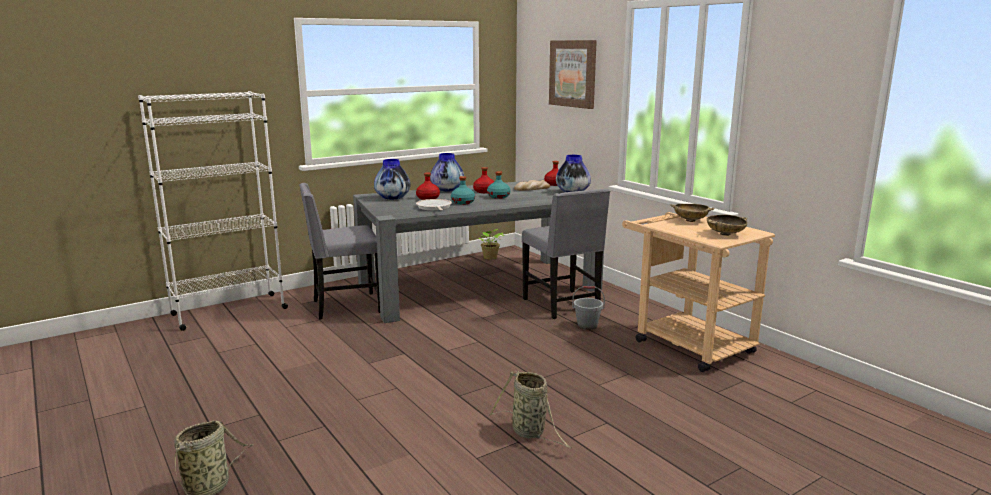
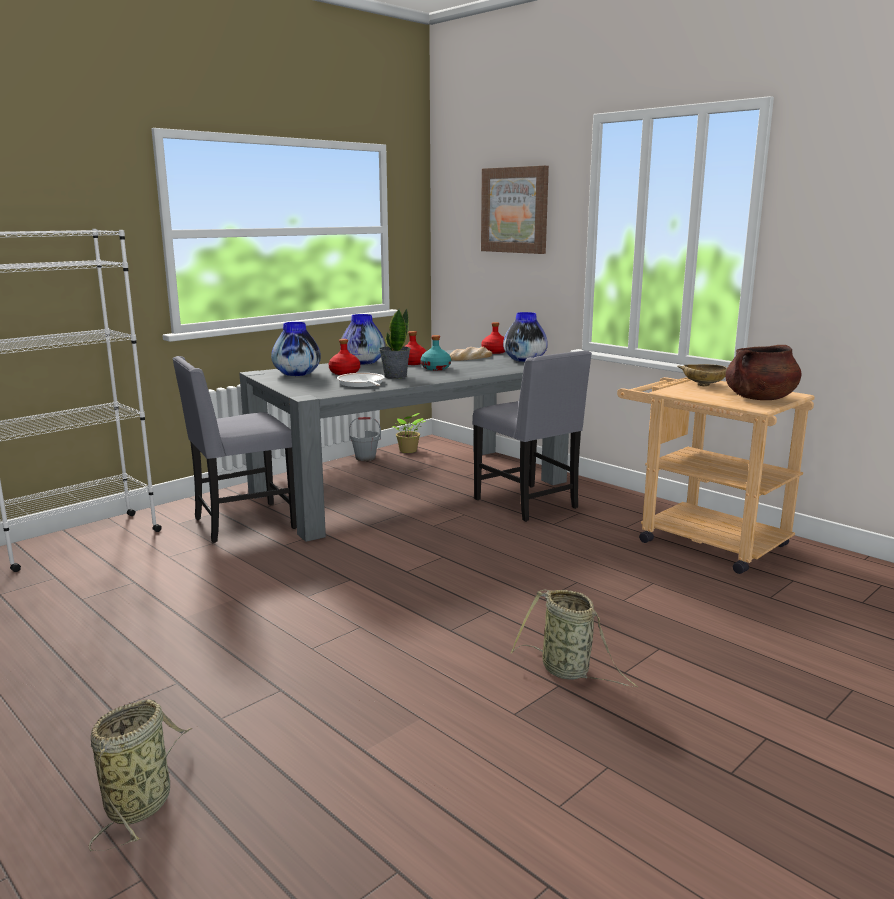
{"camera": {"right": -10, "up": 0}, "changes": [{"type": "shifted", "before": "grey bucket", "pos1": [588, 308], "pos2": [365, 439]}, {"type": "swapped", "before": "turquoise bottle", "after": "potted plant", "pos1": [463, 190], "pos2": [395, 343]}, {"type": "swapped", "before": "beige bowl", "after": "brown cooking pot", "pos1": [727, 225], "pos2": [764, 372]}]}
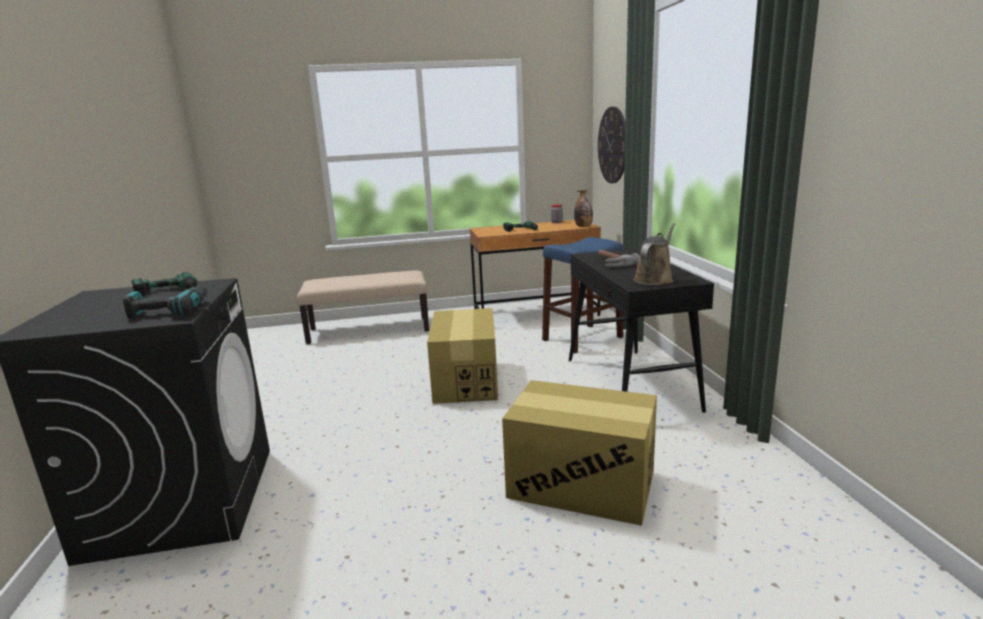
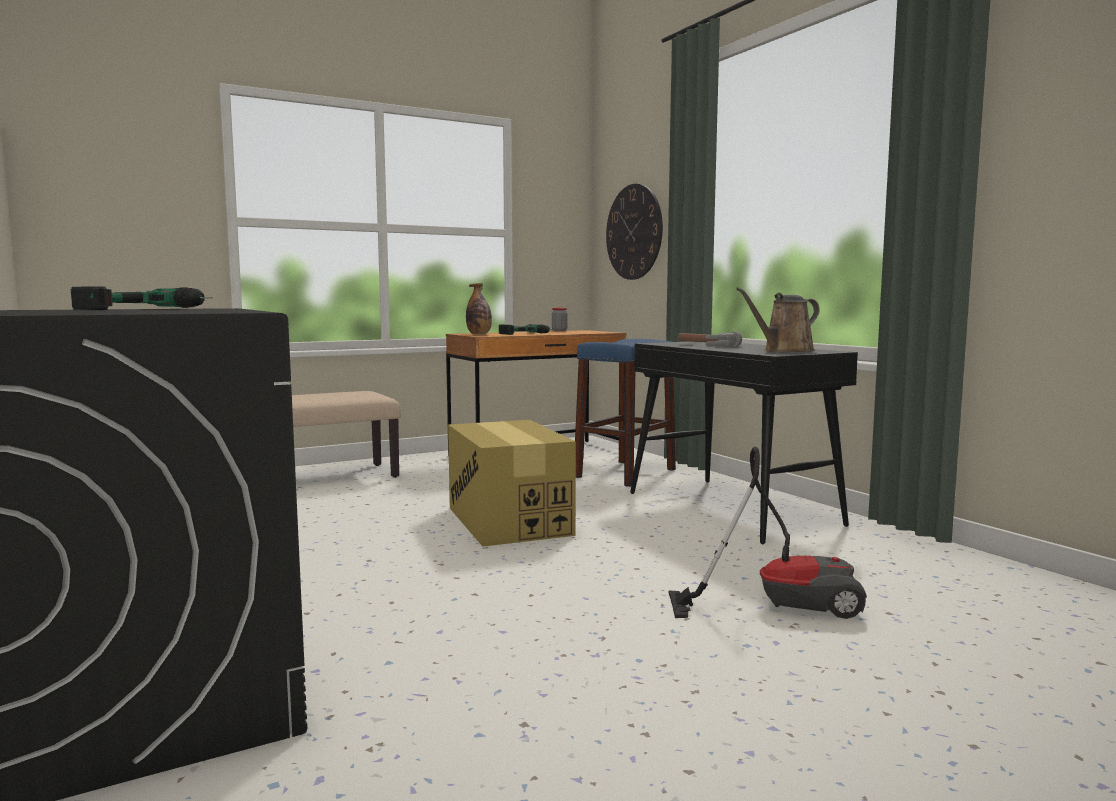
{"camera": {"right": -20, "up": -10}, "changes": [{"type": "gone", "before": "power drill", "pos1": [165, 302]}, {"type": "shifted", "before": "bottle", "pos1": [583, 208], "pos2": [479, 309]}, {"type": "swapped", "before": "cardboard box", "after": "vacuum cleaner", "pos1": [579, 453], "pos2": [767, 533]}, {"type": "rotated", "before": "brown watering can", "pos1": [654, 254], "pos2": [778, 319], "turn": -135}]}
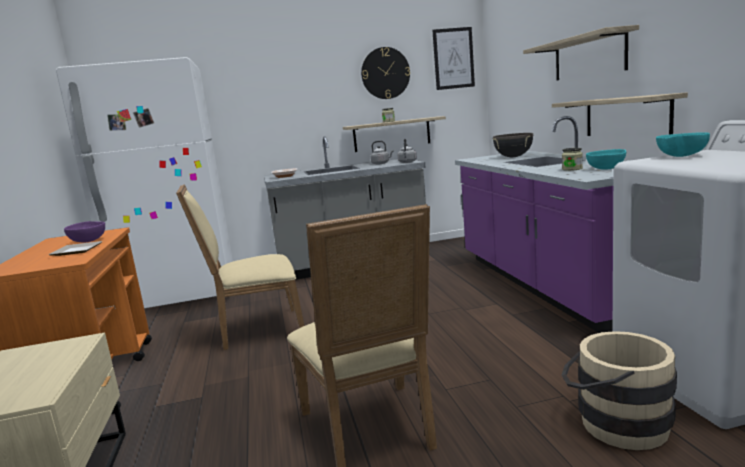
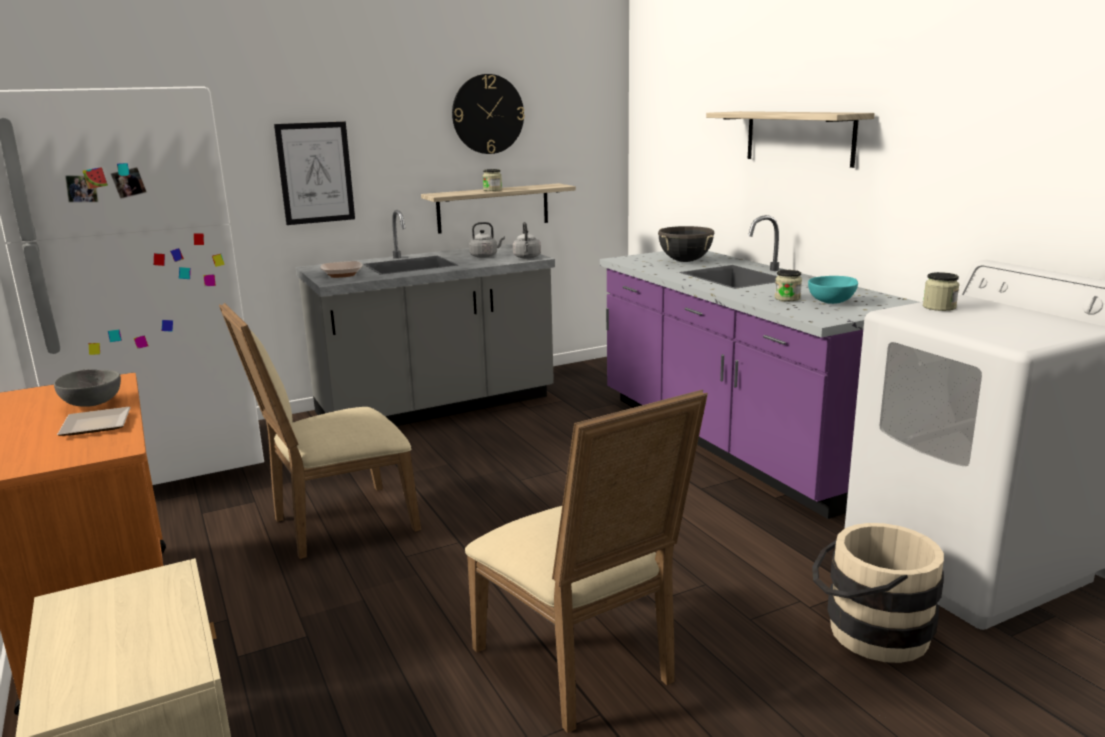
{"camera": {"right": -15, "up": 5}, "changes": [{"type": "gone", "before": "shelf", "pos1": [620, 114]}, {"type": "shifted", "before": "picture", "pos1": [453, 58], "pos2": [314, 173]}, {"type": "swapped", "before": "turquoise bowl", "after": "jar", "pos1": [683, 144], "pos2": [941, 291]}, {"type": "repainted", "before": "purple bowl", "after": "grey bowl", "pos1": [84, 231], "pos2": [87, 388]}]}
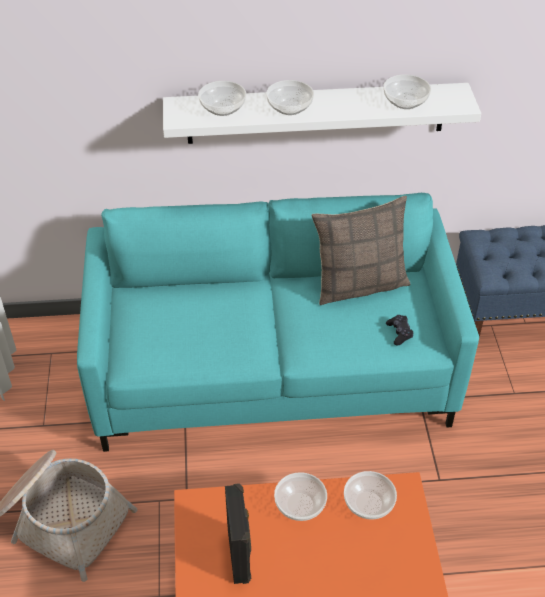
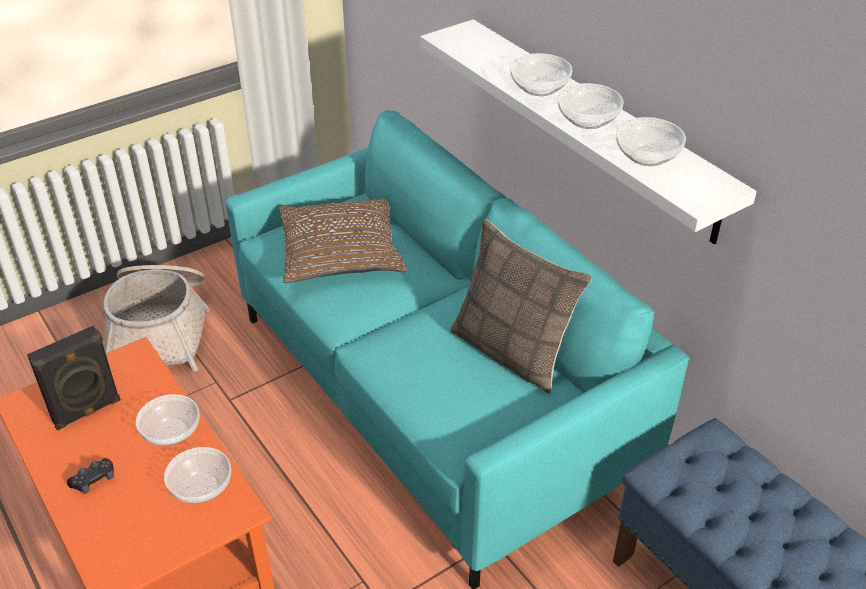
{"camera": {"right": 60, "up": -5}, "changes": [{"type": "new", "after": "brown pillow", "pos2": [343, 240]}, {"type": "shifted", "before": "bowl", "pos1": [222, 98], "pos2": [590, 106]}, {"type": "shifted", "before": "black game controller", "pos1": [400, 330], "pos2": [90, 476]}]}
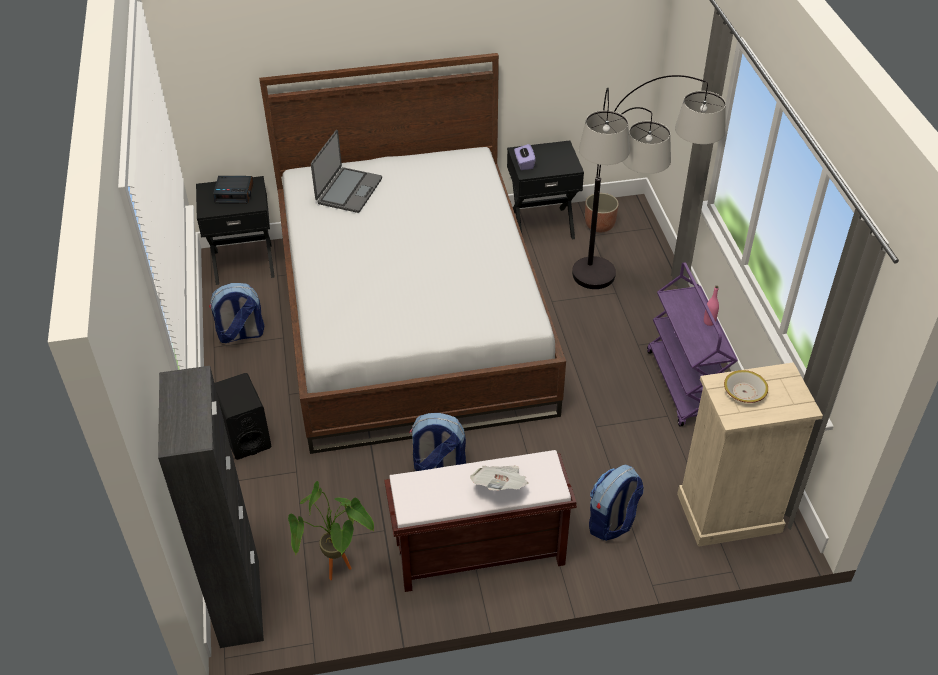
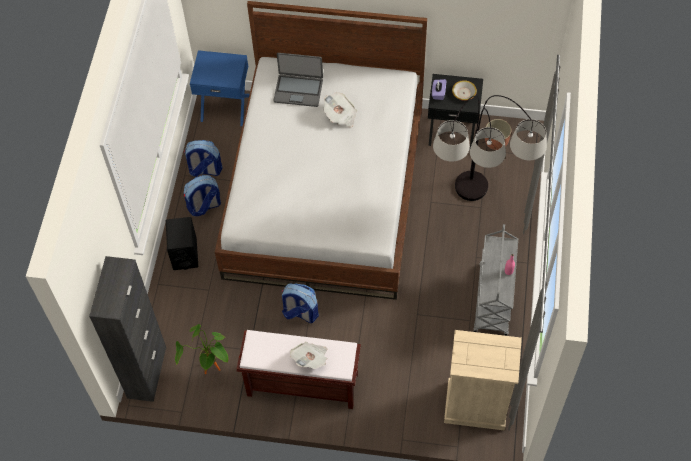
{"camera": {"right": 20, "up": 15}, "changes": [{"type": "gone", "before": "alarm clock", "pos1": [233, 190]}, {"type": "new", "after": "newspaper", "pos2": [340, 110]}, {"type": "shifted", "before": "backpack", "pos1": [616, 503], "pos2": [202, 195]}, {"type": "shifted", "before": "bowl", "pos1": [746, 386], "pos2": [464, 90]}, {"type": "repainted", "before": "black nightstand", "after": "blue nightstand", "pos1": [235, 230], "pos2": [220, 88]}, {"type": "repainted", "before": "purple cart", "after": "grey cart", "pos1": [692, 344], "pos2": [496, 280]}, {"type": "rotated", "before": "laptop", "pos1": [346, 171], "pos2": [298, 80], "turn": 60}]}
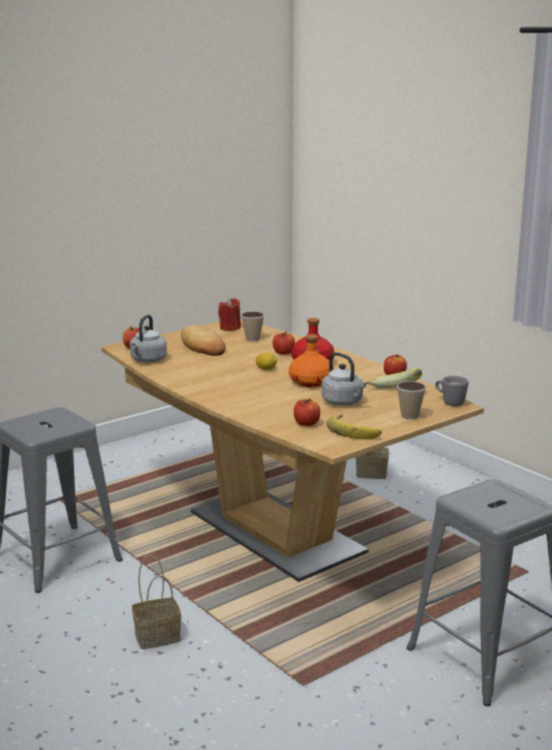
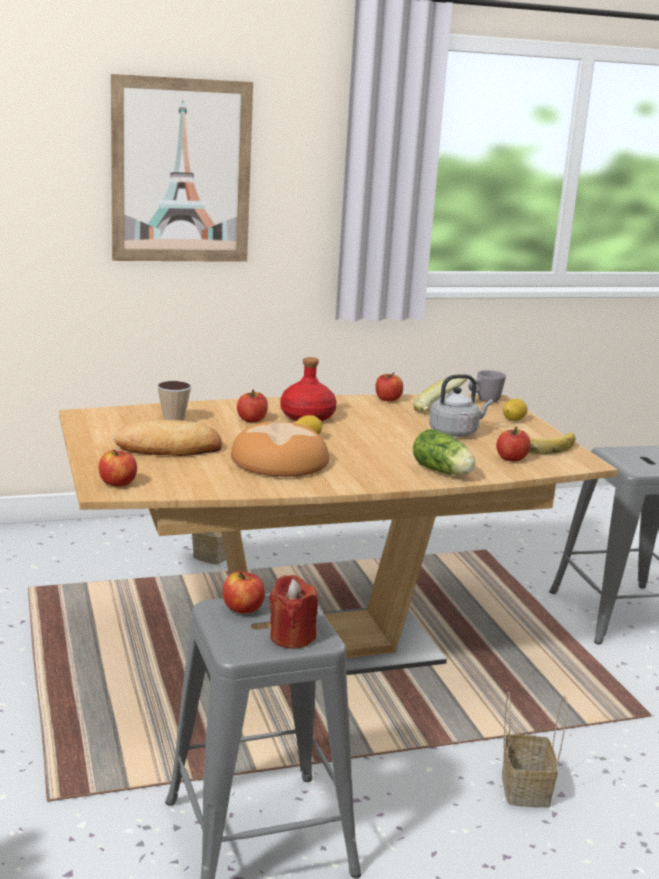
{"camera": {"right": -70, "up": 0}, "changes": [{"type": "gone", "before": "grey kettle", "pos1": [148, 339]}, {"type": "gone", "before": "orange bottle", "pos1": [311, 360]}, {"type": "new", "after": "picture", "pos2": [182, 168]}, {"type": "new", "after": "apple", "pos2": [244, 592]}, {"type": "new", "after": "bread", "pos2": [280, 449]}, {"type": "new", "after": "lettuce", "pos2": [444, 452]}, {"type": "shifted", "before": "red candle", "pos1": [229, 314], "pos2": [293, 612]}, {"type": "swapped", "before": "cup", "after": "lemon", "pos1": [411, 400], "pos2": [515, 410]}]}
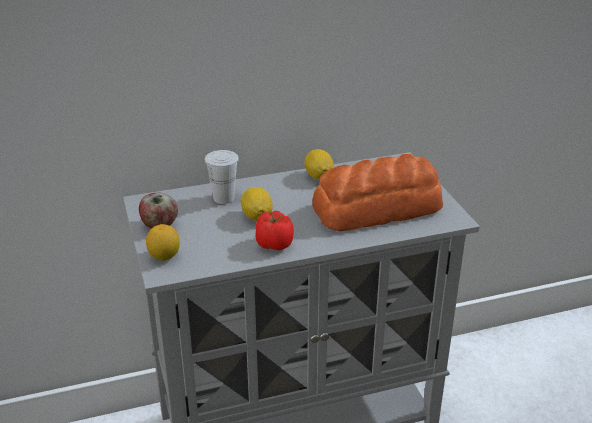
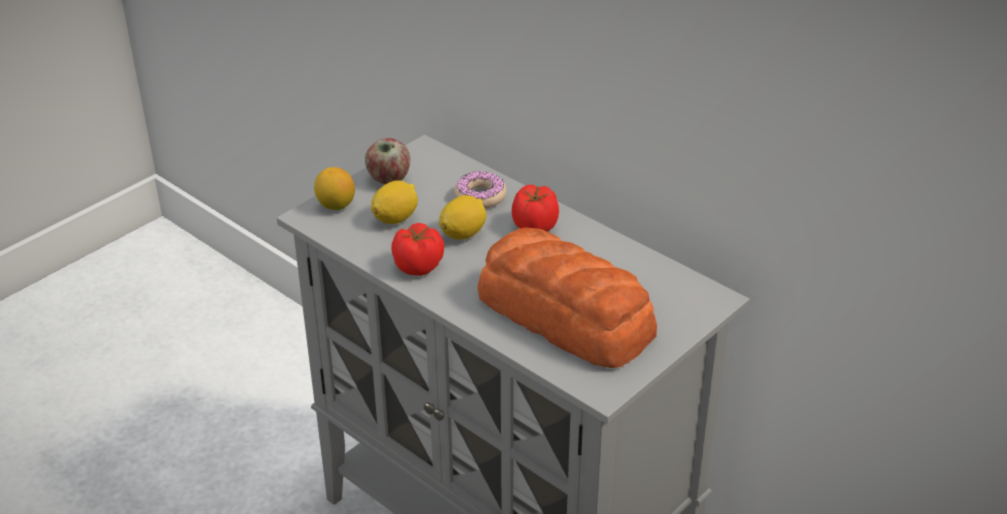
{"camera": {"right": 60, "up": 5}, "changes": [{"type": "new", "after": "tomato", "pos2": [535, 208]}, {"type": "shifted", "before": "lemon", "pos1": [319, 164], "pos2": [394, 202]}, {"type": "swapped", "before": "white cup", "after": "donut", "pos1": [222, 177], "pos2": [480, 190]}]}
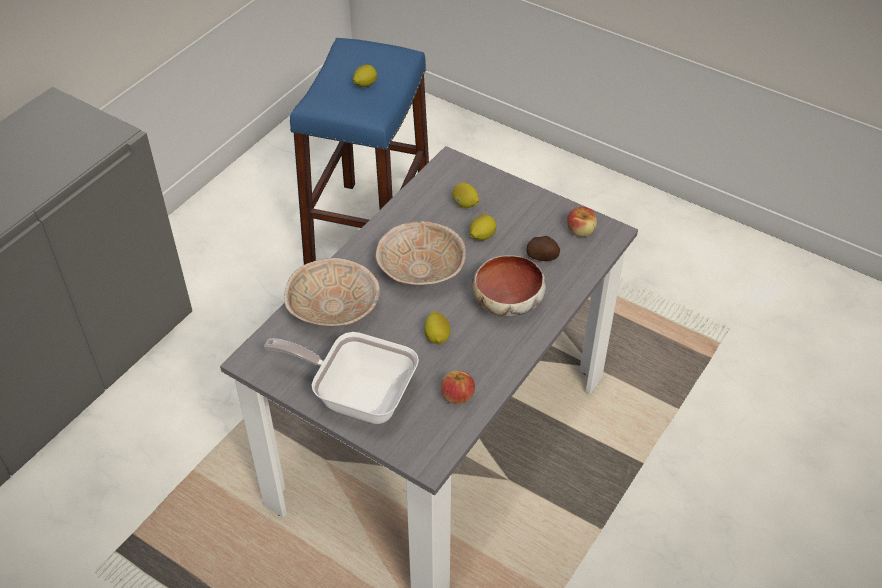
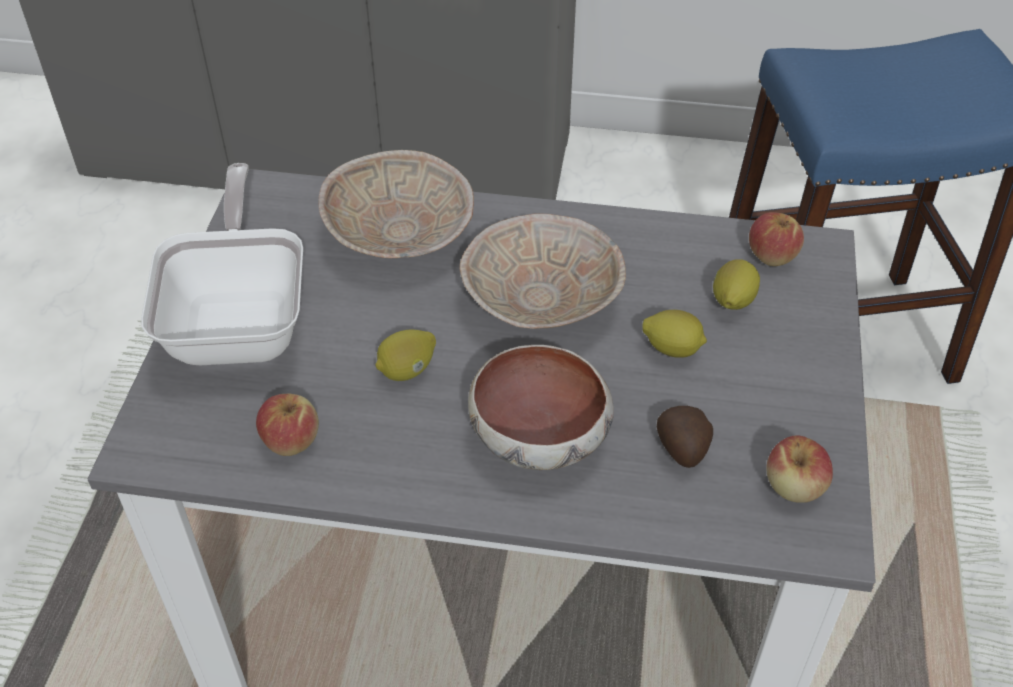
{"camera": {"right": 65, "up": 0}, "changes": [{"type": "gone", "before": "lemon", "pos1": [365, 76]}, {"type": "new", "after": "apple", "pos2": [776, 239]}]}
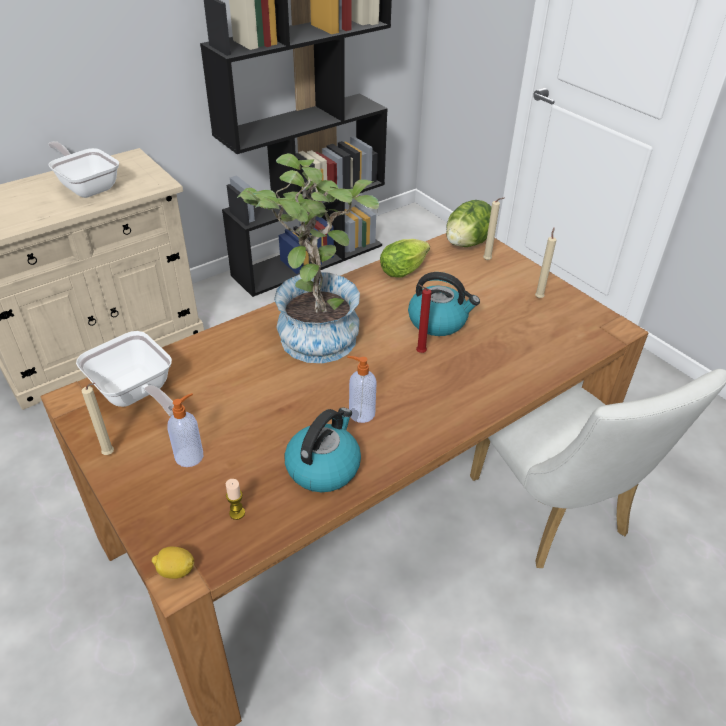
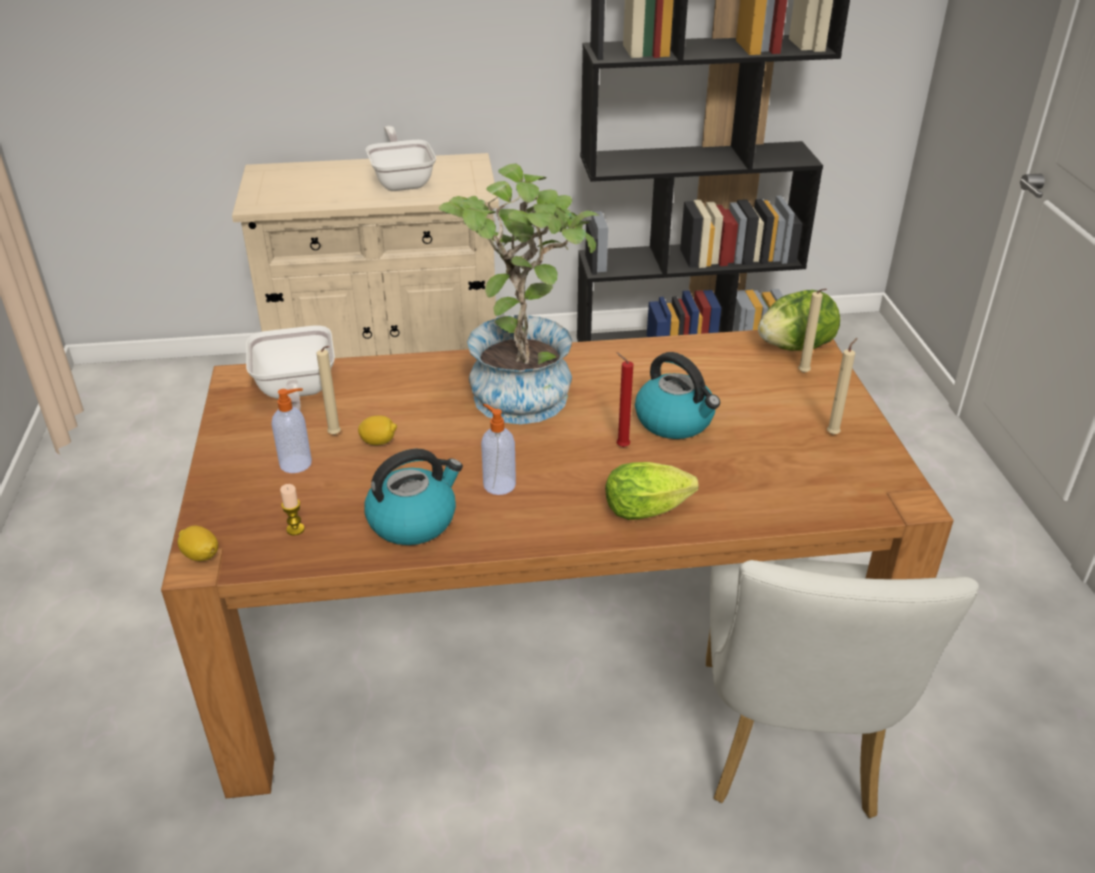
{"camera": {"right": 30, "up": -5}, "changes": [{"type": "new", "after": "lemon", "pos2": [377, 430]}, {"type": "shifted", "before": "beige candle", "pos1": [98, 419], "pos2": [328, 390]}, {"type": "shifted", "before": "lettuce", "pos1": [405, 258], "pos2": [652, 491]}]}
